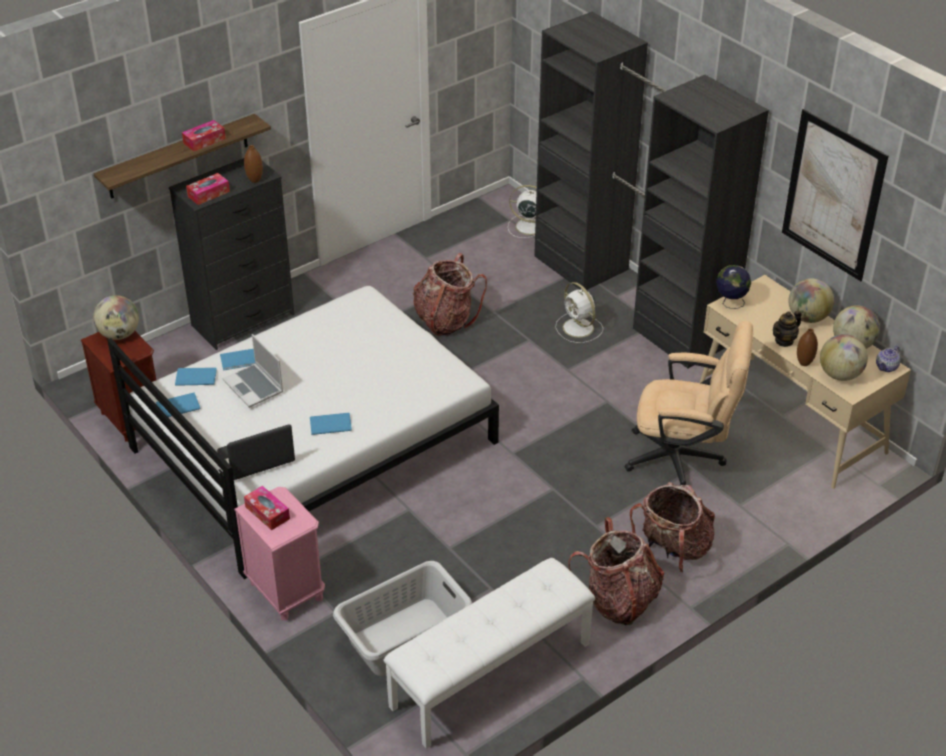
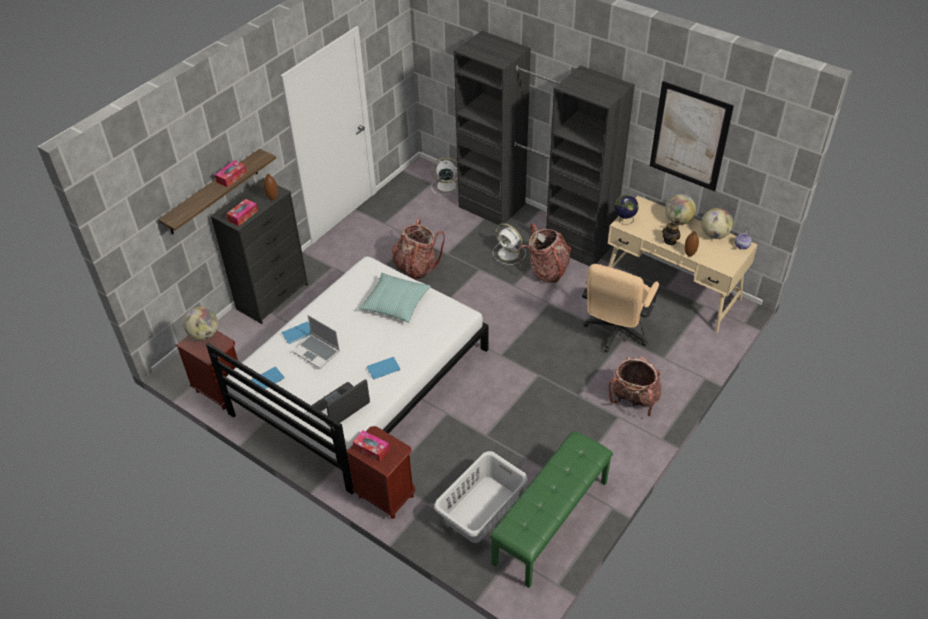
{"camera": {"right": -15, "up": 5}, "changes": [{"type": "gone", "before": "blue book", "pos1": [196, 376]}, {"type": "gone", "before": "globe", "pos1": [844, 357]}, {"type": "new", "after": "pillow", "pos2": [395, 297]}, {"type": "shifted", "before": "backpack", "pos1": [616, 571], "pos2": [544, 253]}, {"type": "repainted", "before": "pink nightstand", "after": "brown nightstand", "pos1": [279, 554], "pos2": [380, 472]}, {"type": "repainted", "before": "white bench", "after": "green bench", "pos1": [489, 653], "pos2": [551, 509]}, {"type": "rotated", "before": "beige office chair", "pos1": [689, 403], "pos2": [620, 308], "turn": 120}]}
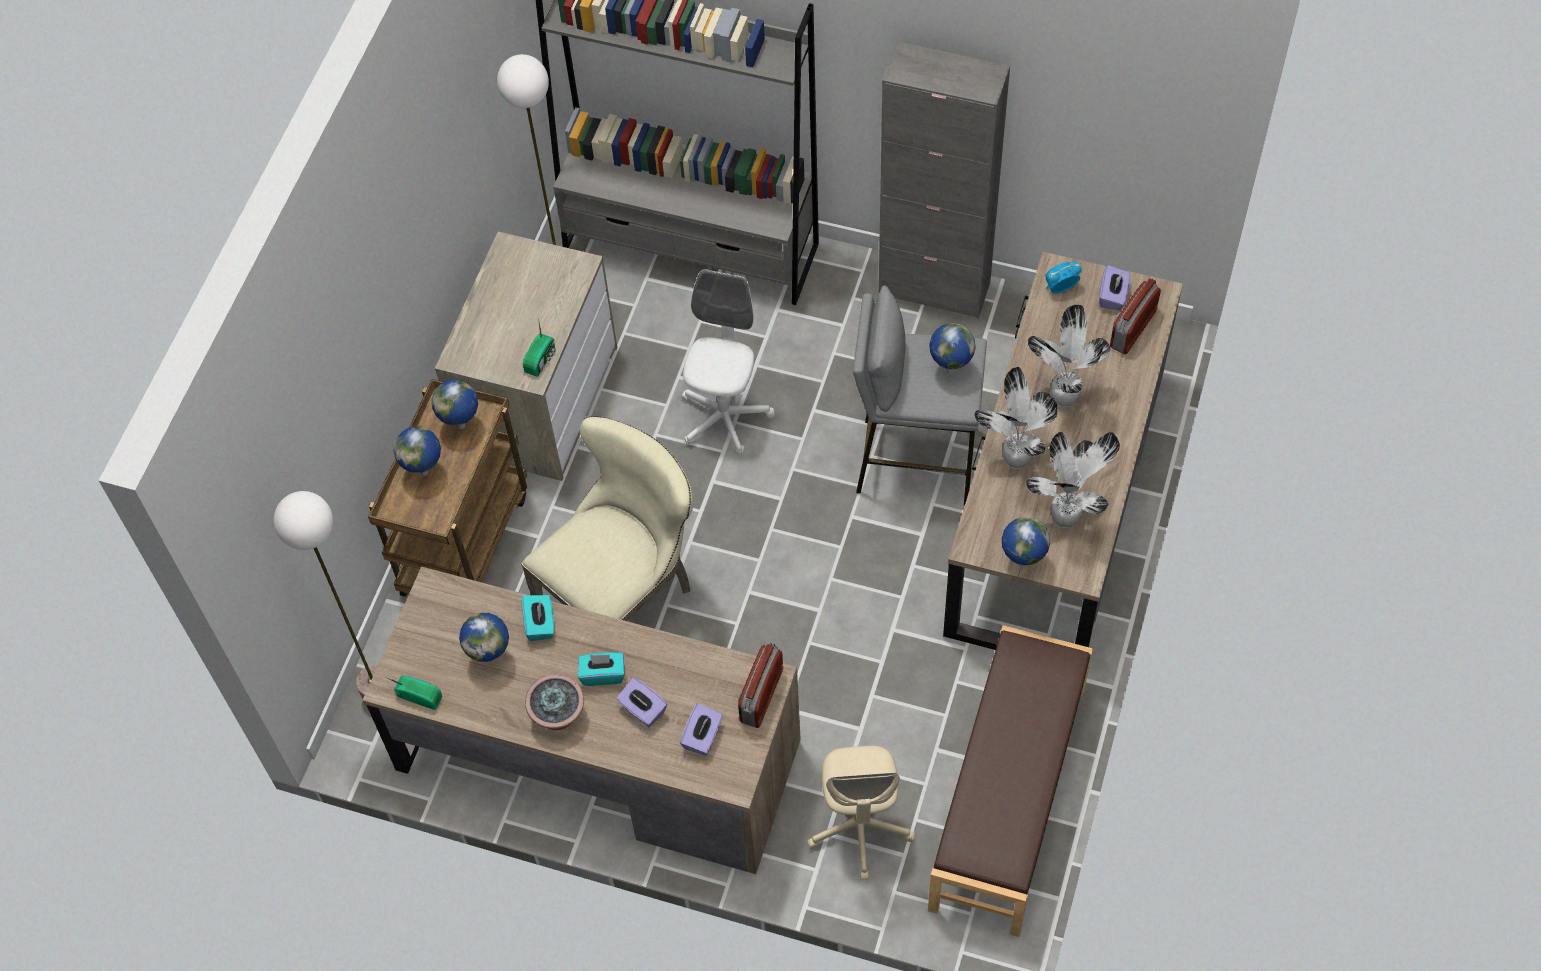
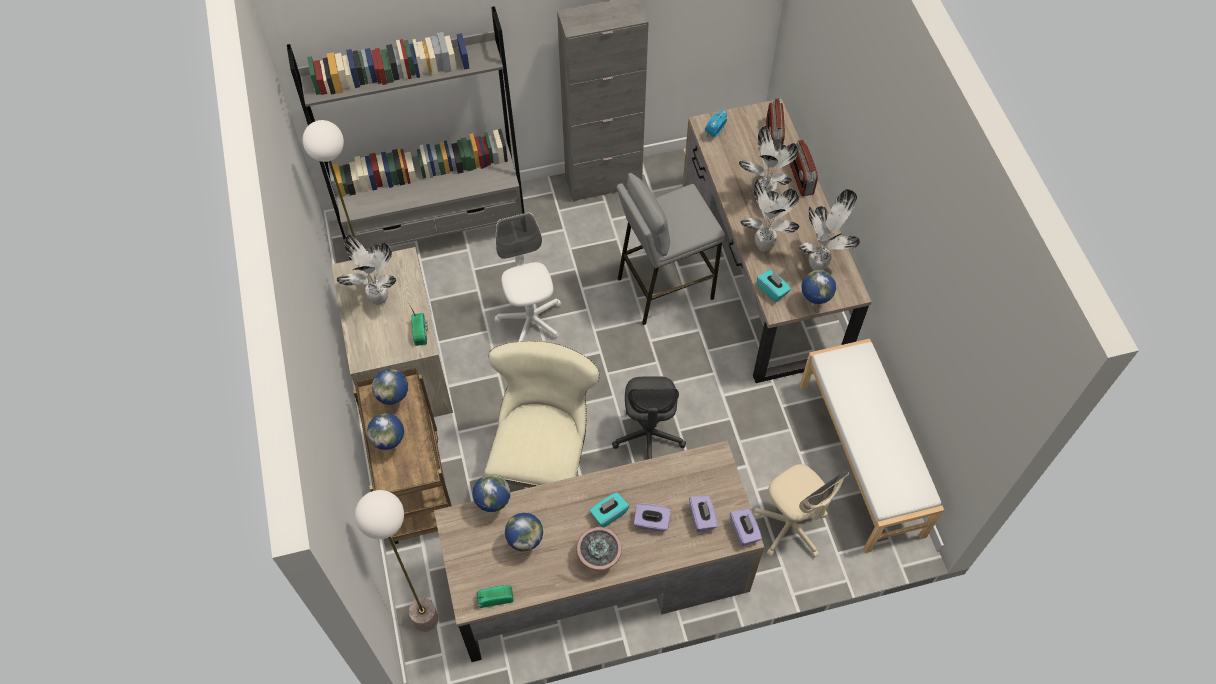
{"camera": {"right": -35, "up": 0}, "changes": [{"type": "new", "after": "potted plant", "pos2": [366, 270]}, {"type": "new", "after": "grey office chair", "pos2": [649, 417]}, {"type": "shifted", "before": "turquoise tissue box", "pos1": [538, 618], "pos2": [774, 286]}, {"type": "shifted", "before": "radio", "pos1": [760, 685], "pos2": [803, 168]}, {"type": "shifted", "before": "globe", "pos1": [952, 348], "pos2": [491, 493]}, {"type": "shifted", "before": "purple tissue box", "pos1": [1114, 287], "pos2": [746, 527]}, {"type": "repainted", "before": "brown bench", "after": "white bench", "pos1": [1010, 781], "pos2": [872, 446]}]}
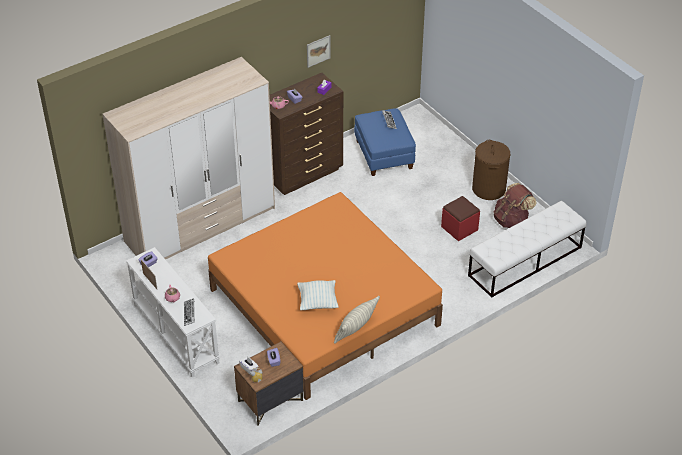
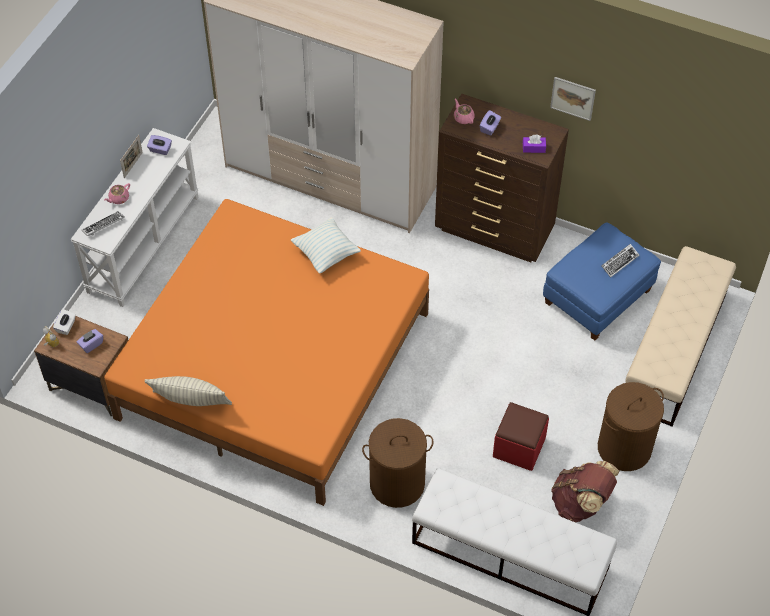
{"camera": {"right": 60, "up": 10}, "changes": [{"type": "new", "after": "brown laundry basket", "pos2": [397, 463]}, {"type": "new", "after": "beige bench", "pos2": [680, 336]}, {"type": "shifted", "before": "pillow", "pos1": [317, 295], "pos2": [326, 245]}]}
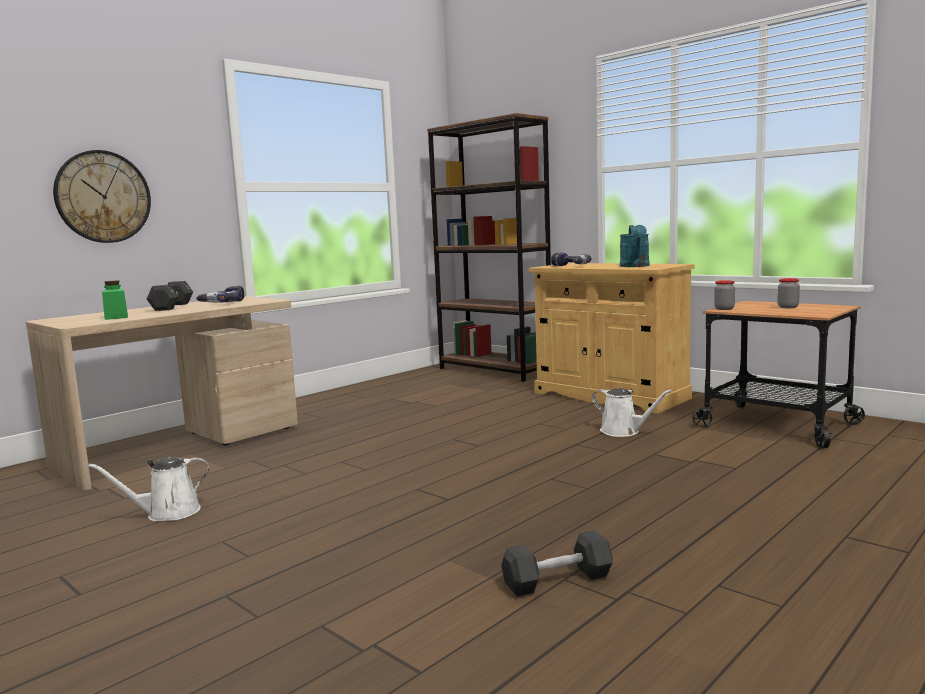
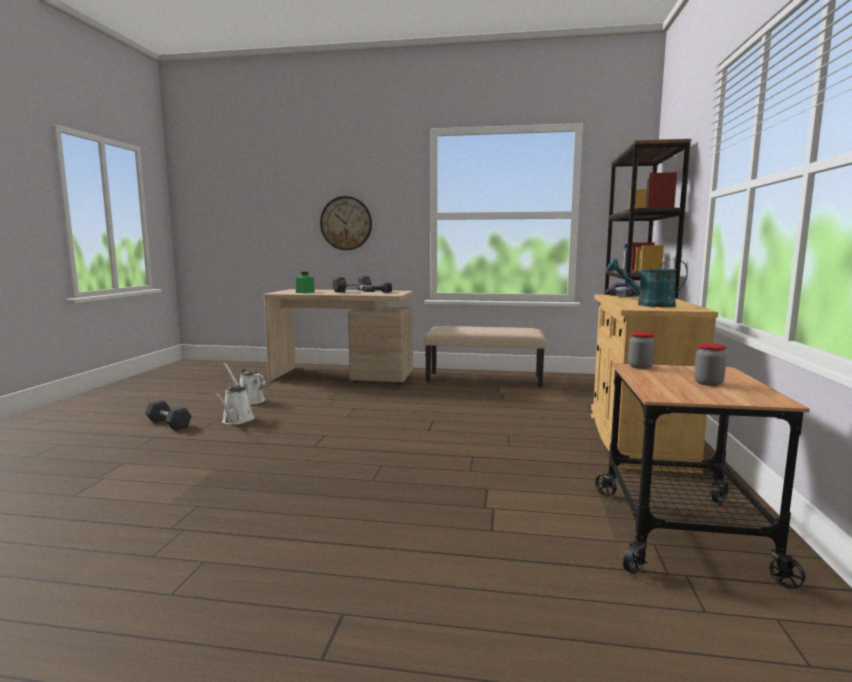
{"camera": {"right": 55, "up": 0}, "changes": [{"type": "new", "after": "beige bench", "pos2": [485, 356]}, {"type": "shifted", "before": "black dumbbell", "pos1": [557, 563], "pos2": [168, 415]}, {"type": "shifted", "before": "white watering can", "pos1": [632, 412], "pos2": [234, 404]}, {"type": "rotated", "before": "turquoise watering can", "pos1": [635, 246], "pos2": [647, 282], "turn": 45}]}
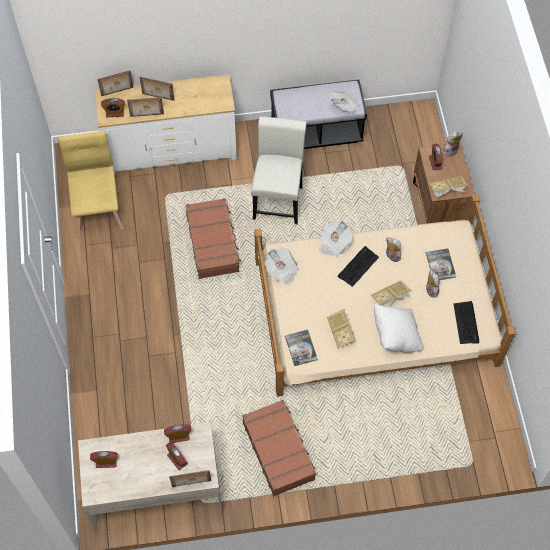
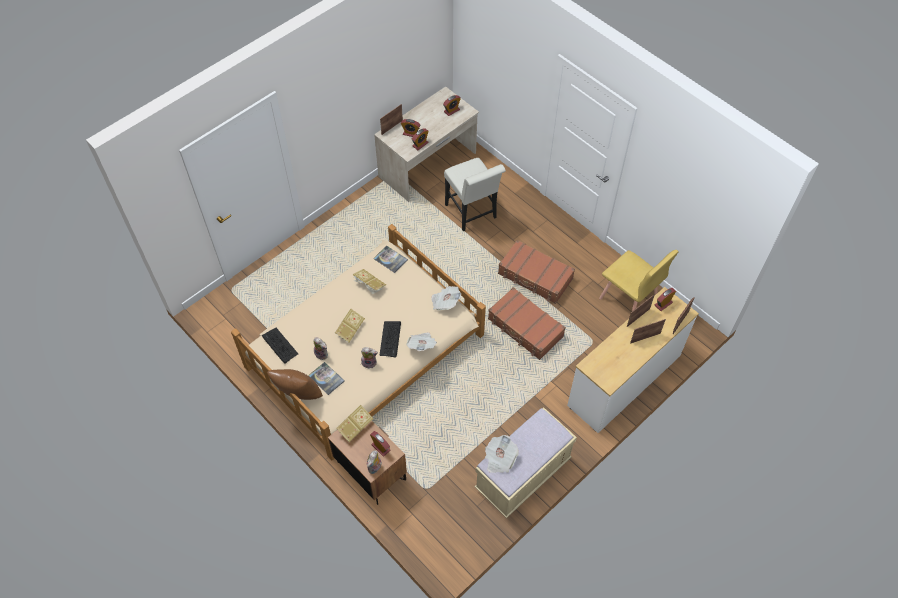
{"camera": {"right": 145, "up": -5}, "changes": [{"type": "gone", "before": "white pillow", "pos1": [398, 328]}, {"type": "new", "after": "brown pillow", "pos2": [295, 384]}, {"type": "shifted", "before": "brown suitcase", "pos1": [279, 448], "pos2": [536, 272]}, {"type": "shifted", "before": "white chair", "pos1": [279, 170], "pos2": [475, 194]}, {"type": "repainted", "before": "black bench", "after": "beige bench", "pos1": [318, 114], "pos2": [526, 462]}]}
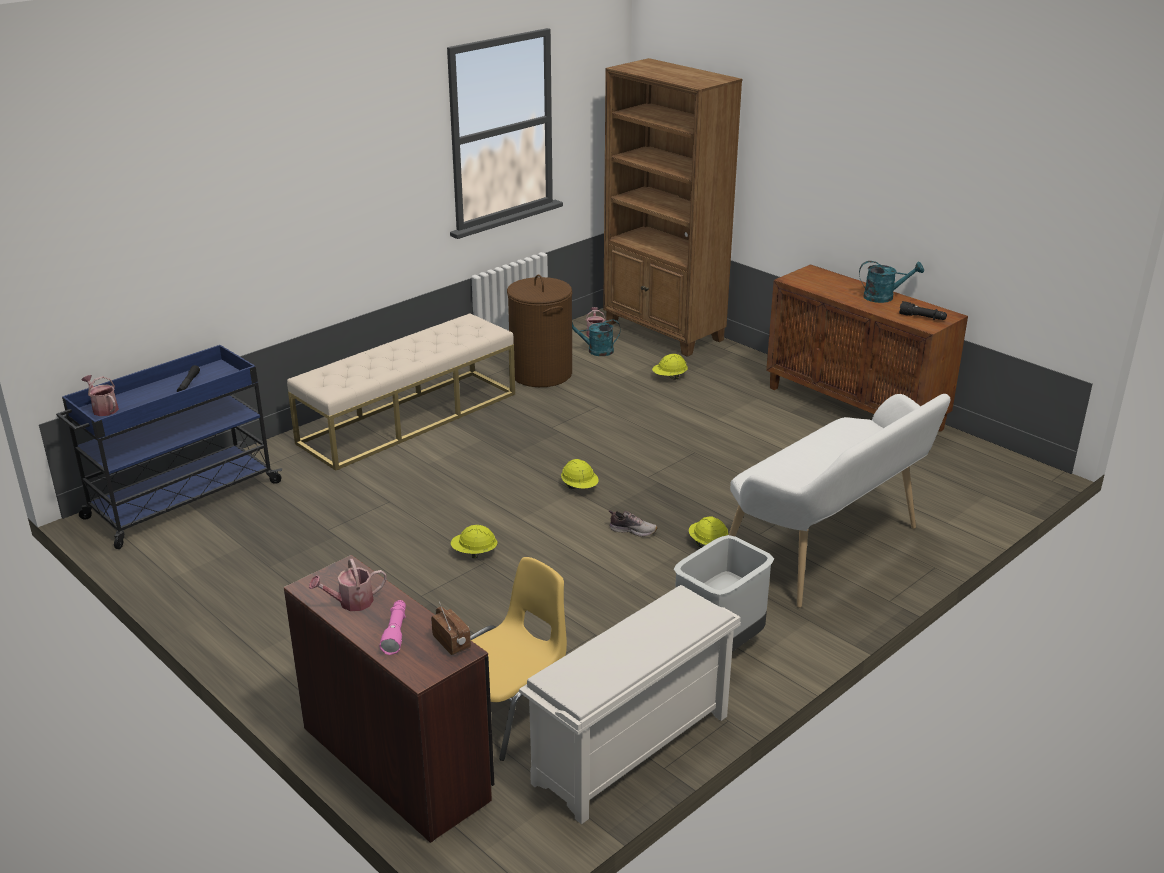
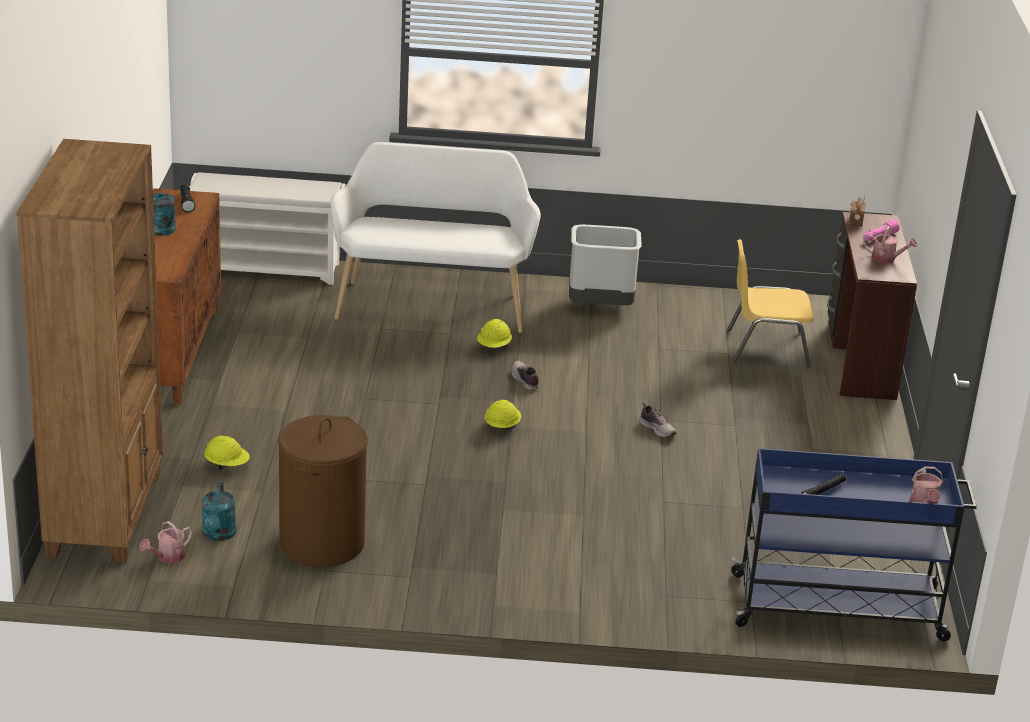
{"camera": {"right": -135, "up": 0}, "changes": [{"type": "gone", "before": "beige bench", "pos1": [401, 392]}, {"type": "shifted", "before": "white shoe rack", "pos1": [630, 704], "pos2": [267, 228]}, {"type": "swapped", "before": "yellow hard hat", "after": "shoe", "pos1": [474, 542], "pos2": [658, 420]}, {"type": "rotated", "before": "turquoise watering can", "pos1": [596, 338], "pos2": [219, 511], "turn": 45}]}
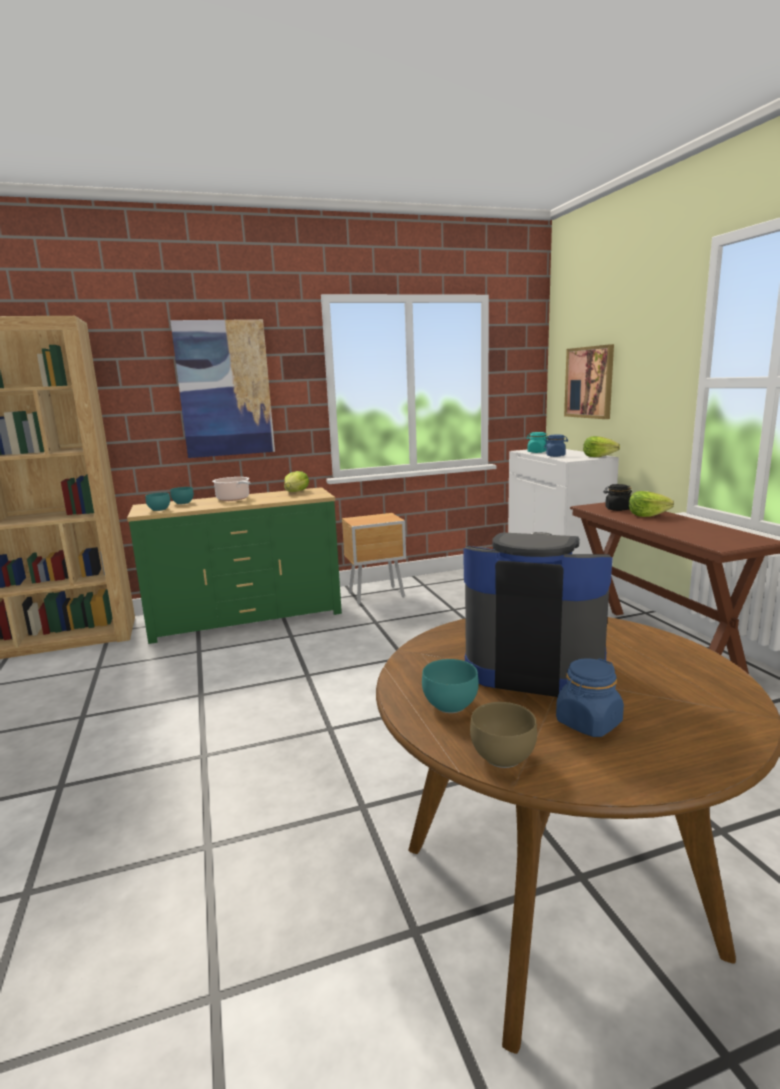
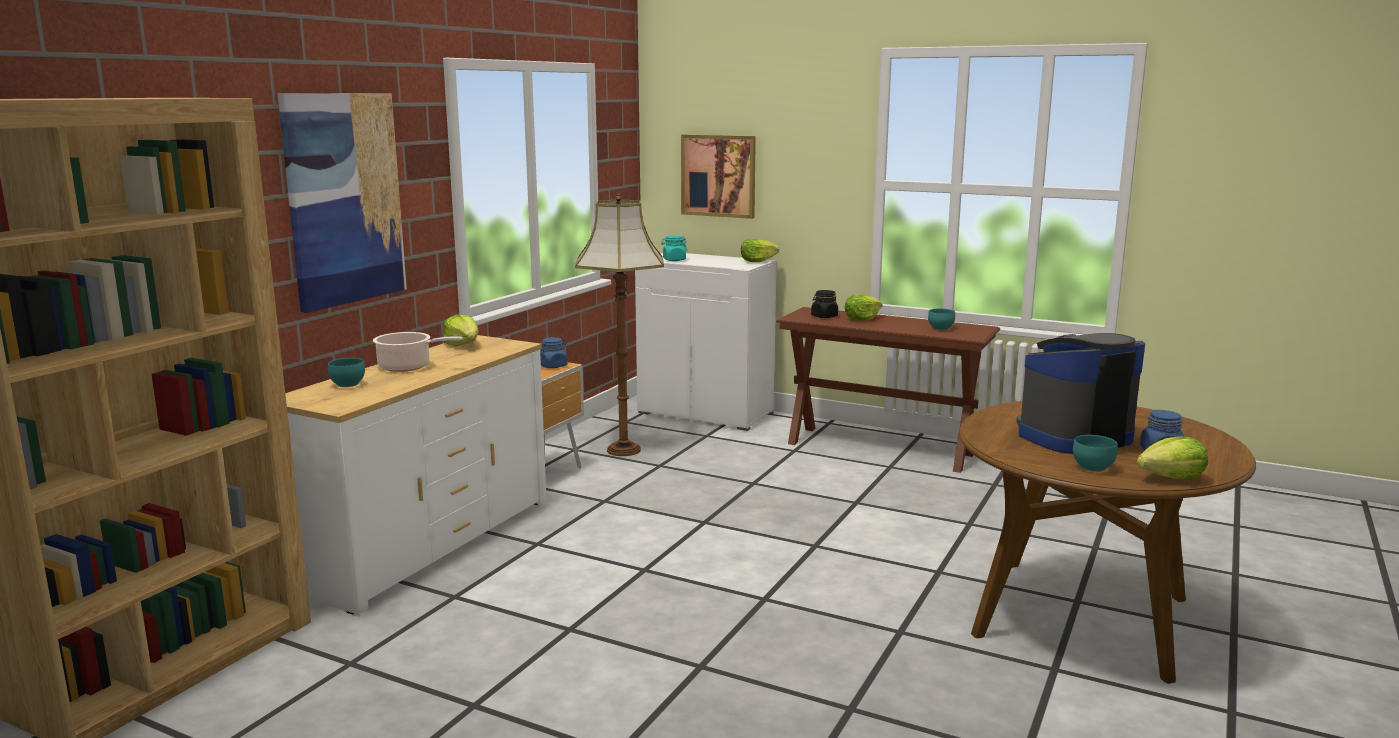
{"camera": {"right": -45, "up": 0}, "changes": [{"type": "new", "after": "floor lamp", "pos2": [619, 324]}, {"type": "shifted", "before": "turquoise bowl", "pos1": [157, 501], "pos2": [941, 319]}, {"type": "shifted", "before": "blue jar", "pos1": [556, 446], "pos2": [554, 352]}, {"type": "swapped", "before": "brown bowl", "after": "lettuce", "pos1": [503, 735], "pos2": [1172, 458]}, {"type": "repainted", "before": "green dresser", "after": "white dresser", "pos1": [234, 565], "pos2": [416, 475]}]}
